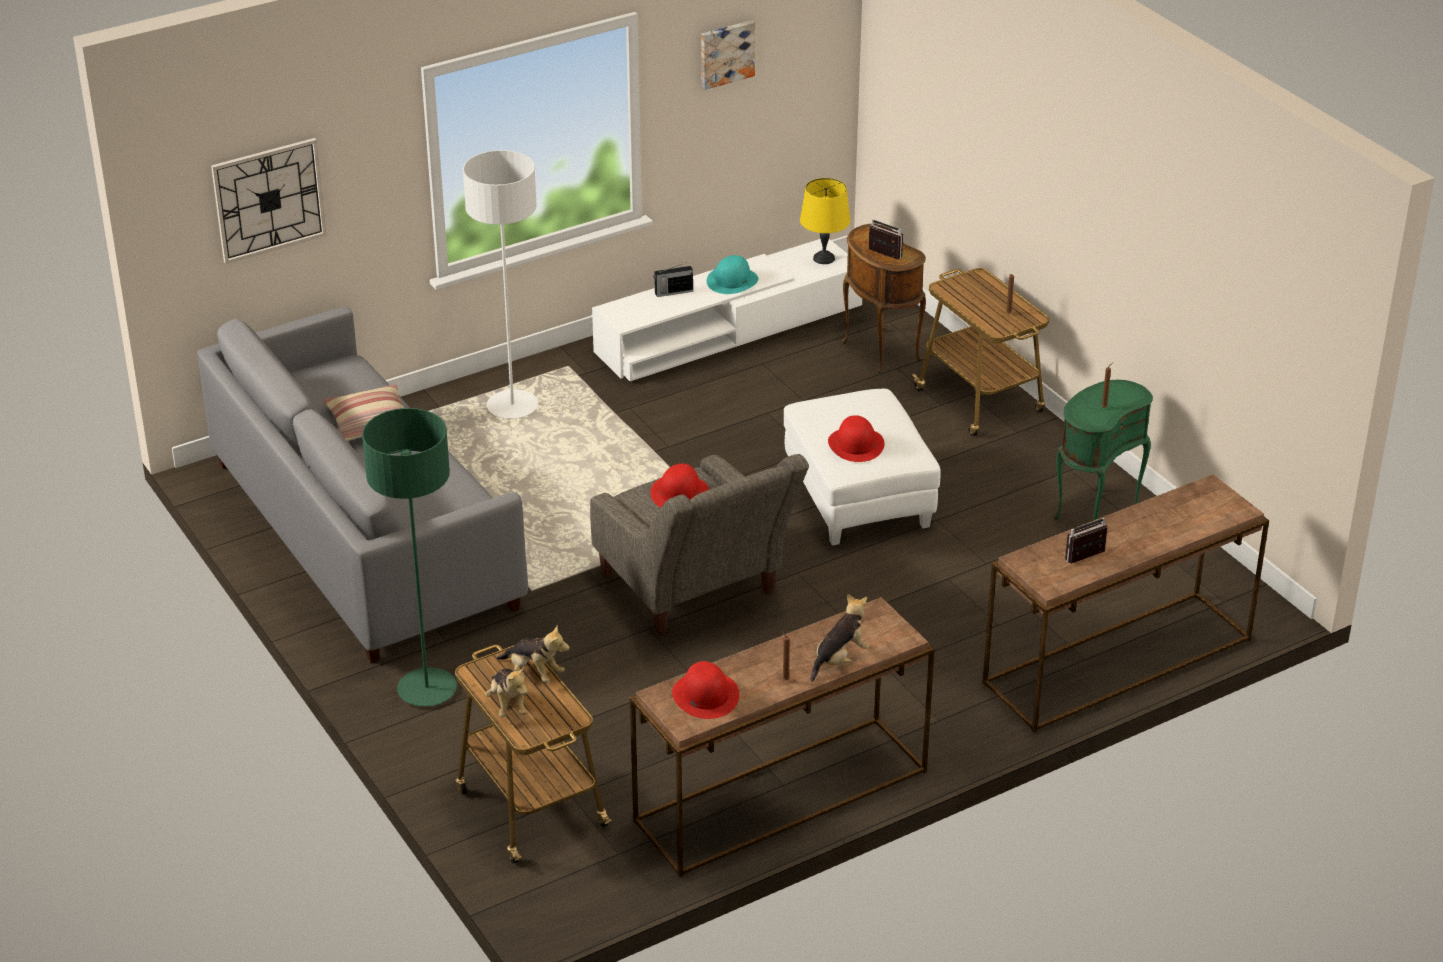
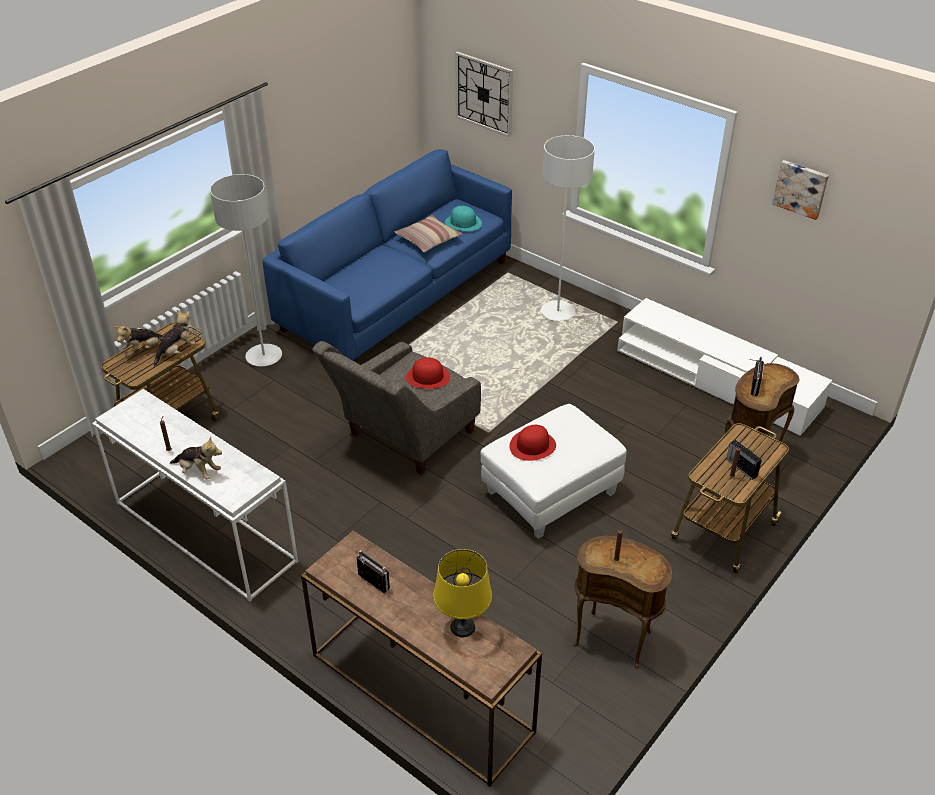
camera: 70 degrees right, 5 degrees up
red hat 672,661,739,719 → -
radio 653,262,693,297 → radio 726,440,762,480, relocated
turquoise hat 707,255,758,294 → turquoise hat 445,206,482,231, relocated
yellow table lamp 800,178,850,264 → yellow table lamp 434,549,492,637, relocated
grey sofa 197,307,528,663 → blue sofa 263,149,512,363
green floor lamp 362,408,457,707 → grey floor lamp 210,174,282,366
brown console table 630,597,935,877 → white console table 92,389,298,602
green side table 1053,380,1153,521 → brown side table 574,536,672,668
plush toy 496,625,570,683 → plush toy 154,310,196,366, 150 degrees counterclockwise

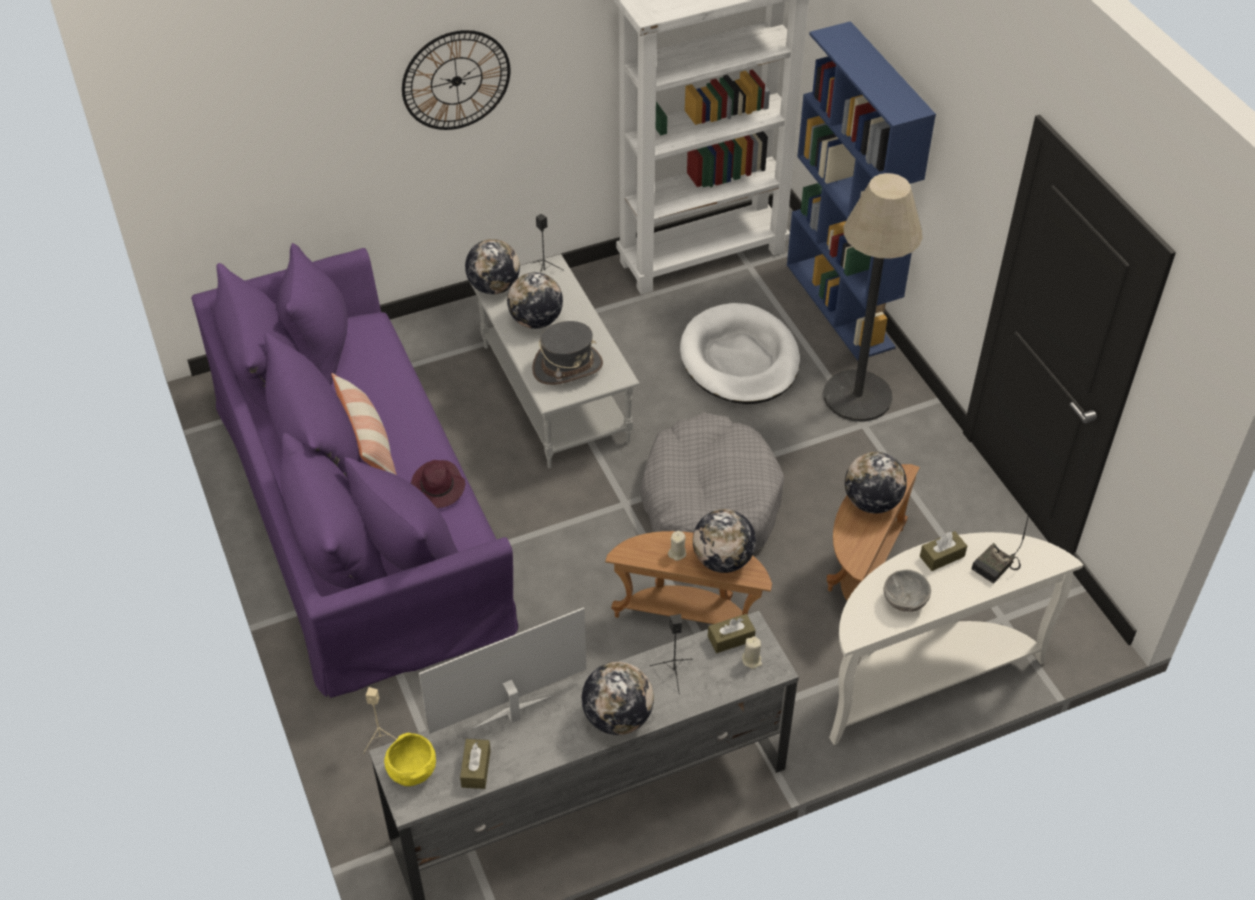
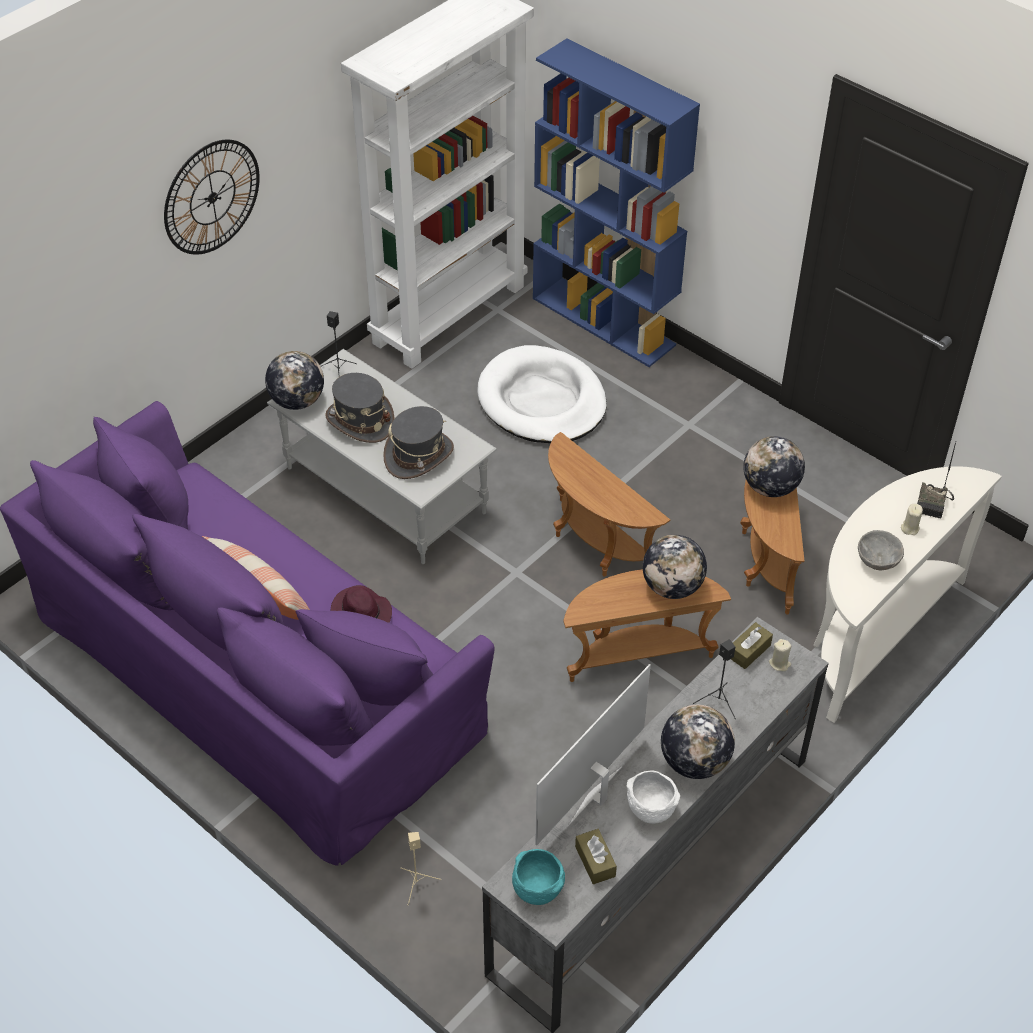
camera: 25 degrees left, 0 degrees up
floor lamp 824,173,923,422 → -
brown tissue box 920,531,967,571 → -
- → white bowl 626,770,680,824
beige candle 668,531,686,561 → beige candle 901,504,923,535, relocated
globe 507,272,563,329 → grey hat 325,373,395,443
grey dog bed 640,412,784,552 → brown side table 548,432,670,576
yellow bowl 384,733,436,786 → turquoise bowl 512,849,565,905

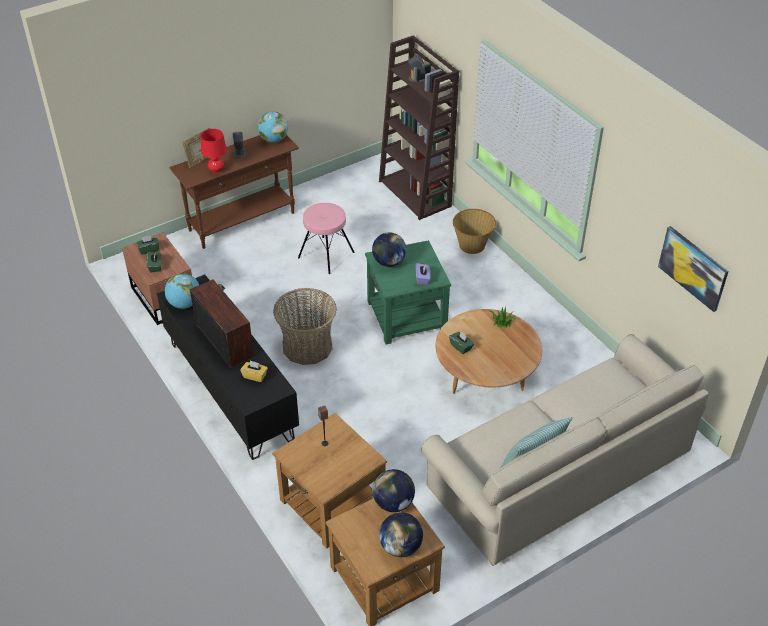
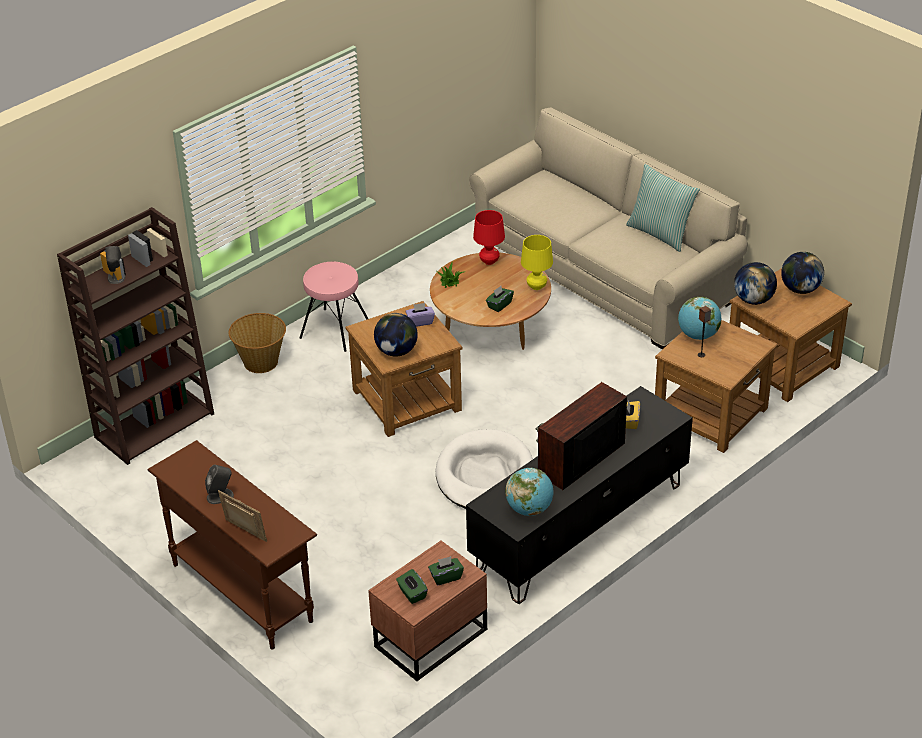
camera: 100 degrees left, 5 degrees down
picture 658,226,729,312 → -
- → yellow table lamp 521,235,553,290
red table lamp 201,129,227,173 → red table lamp 473,210,505,265, relocated
globe 258,111,288,143 → globe 678,297,721,340, relocated
pink stool 298,203,355,274 → pink stool 300,262,368,352, relocated
basket 273,288,337,365 → white dog bed 436,429,533,509
green side table 365,240,451,344 → brown side table 346,301,463,437

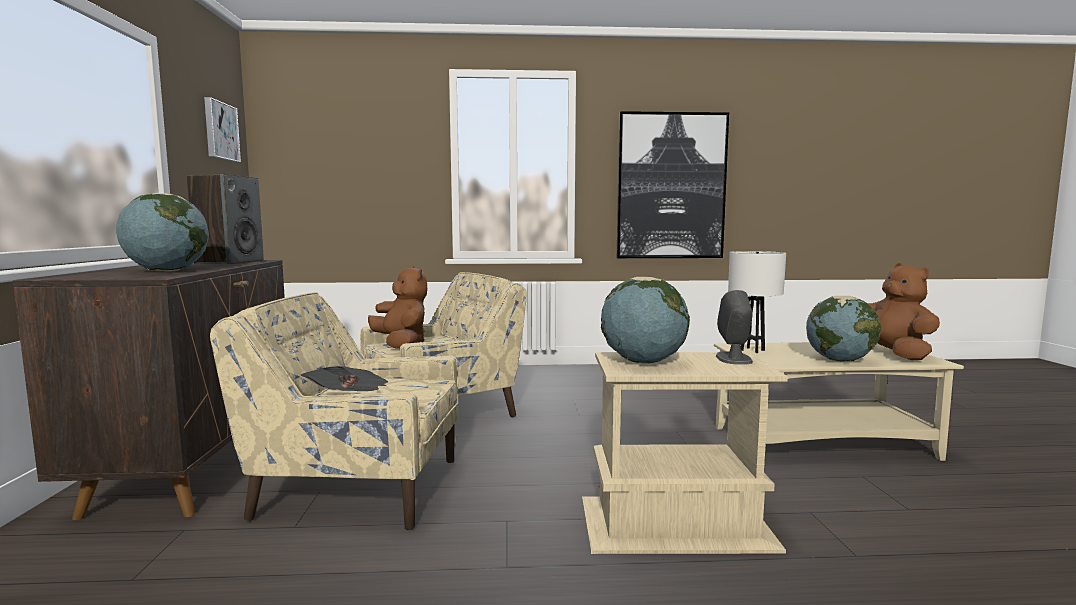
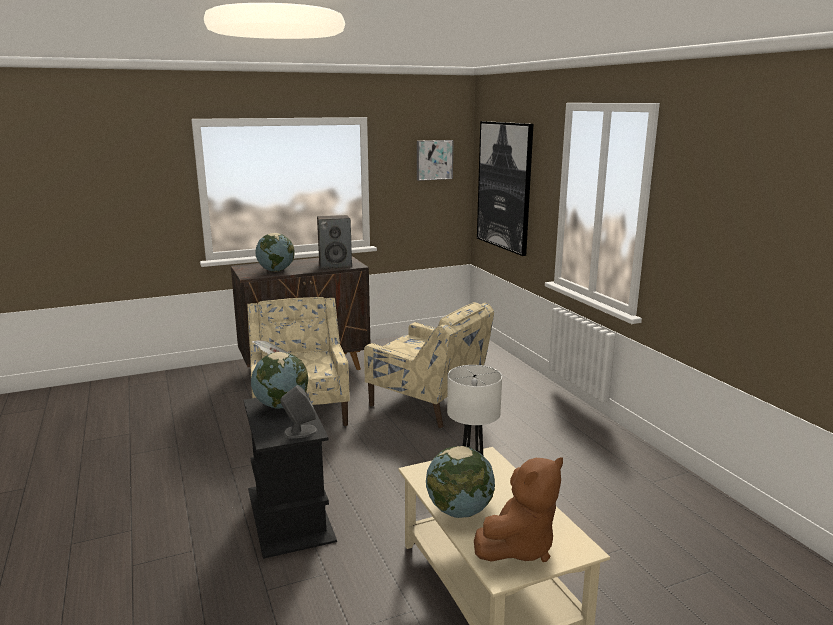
camera: 70 degrees right, 10 degrees up
brown plush toy 368,266,427,348 → -
picture 617,111,729,258 → picture 477,121,533,256, relocated
beige side table 582,352,788,554 → black side table 244,392,337,559

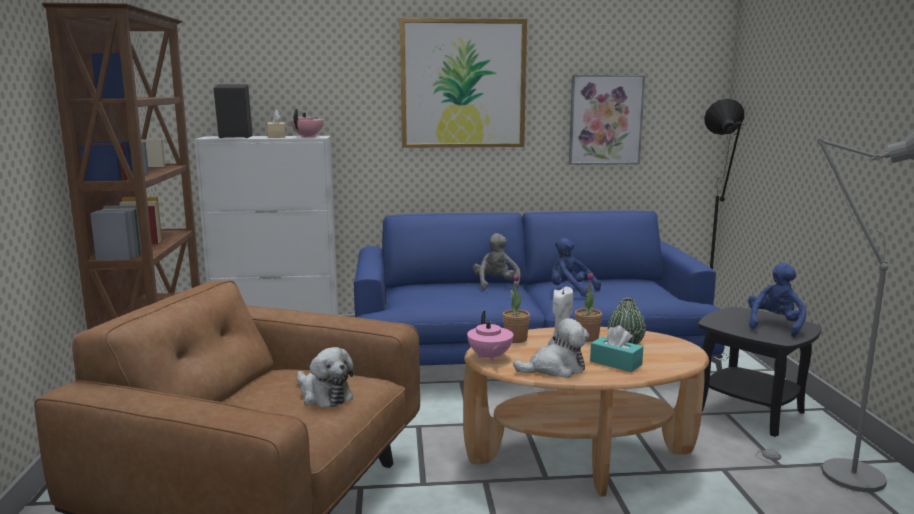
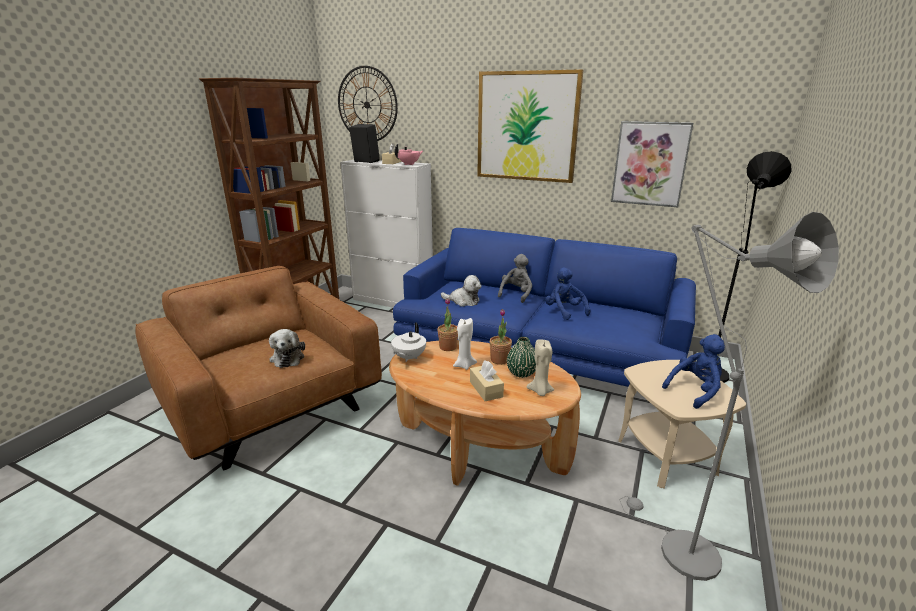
camera: 30 degrees right, 10 degrees up
- → wall clock 338,66,398,141
- → beige candle 527,339,554,396
plush toy 513,318,589,378 → plush toy 441,275,482,307, relocated
pink teapot 467,311,513,361 → white teapot 391,323,426,362
turquoise tissue box 590,325,643,372 → beige tissue box 470,360,504,401
black side table 698,307,821,437 → beige side table 618,360,746,489

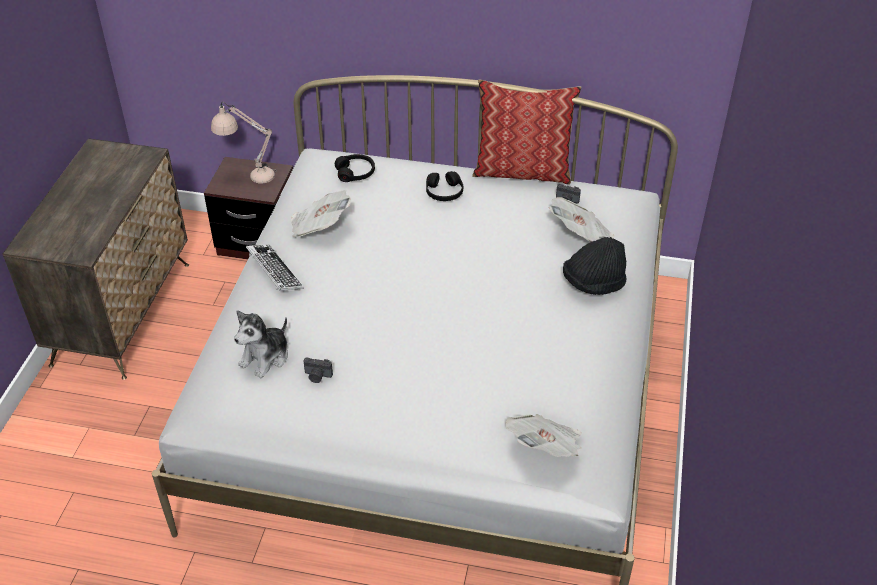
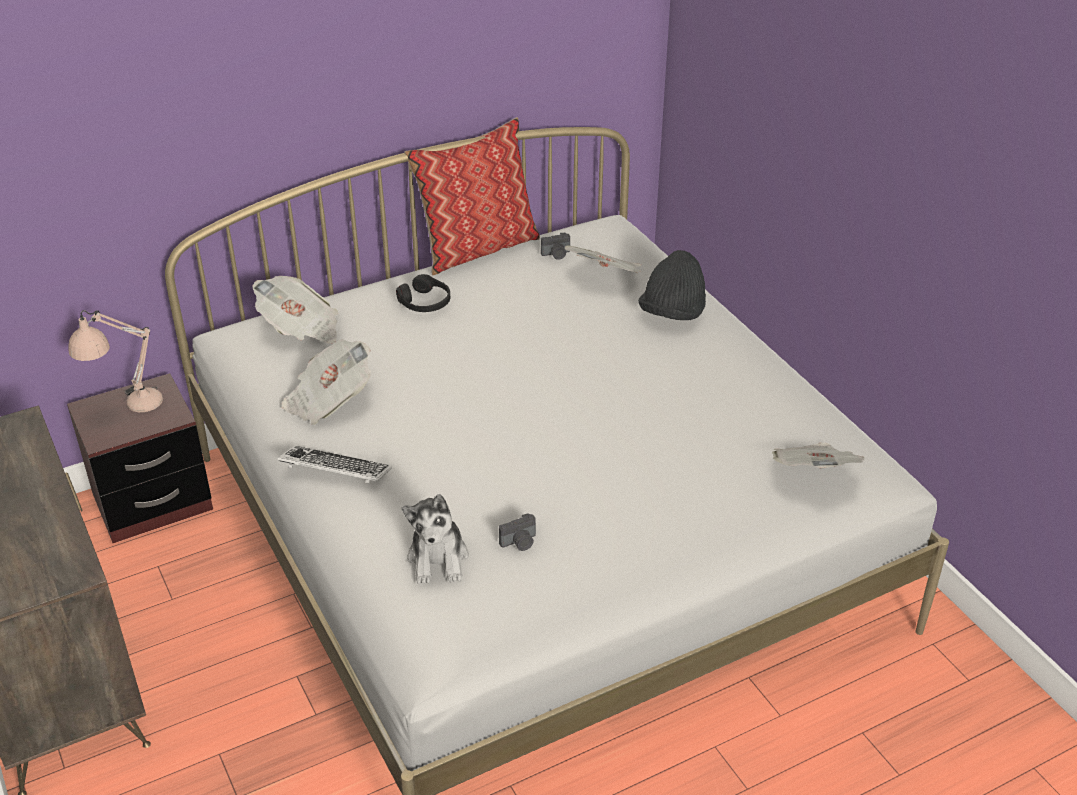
camera: 40 degrees left, 5 degrees down
black headphones 335,154,375,182 → newspaper 252,276,338,343

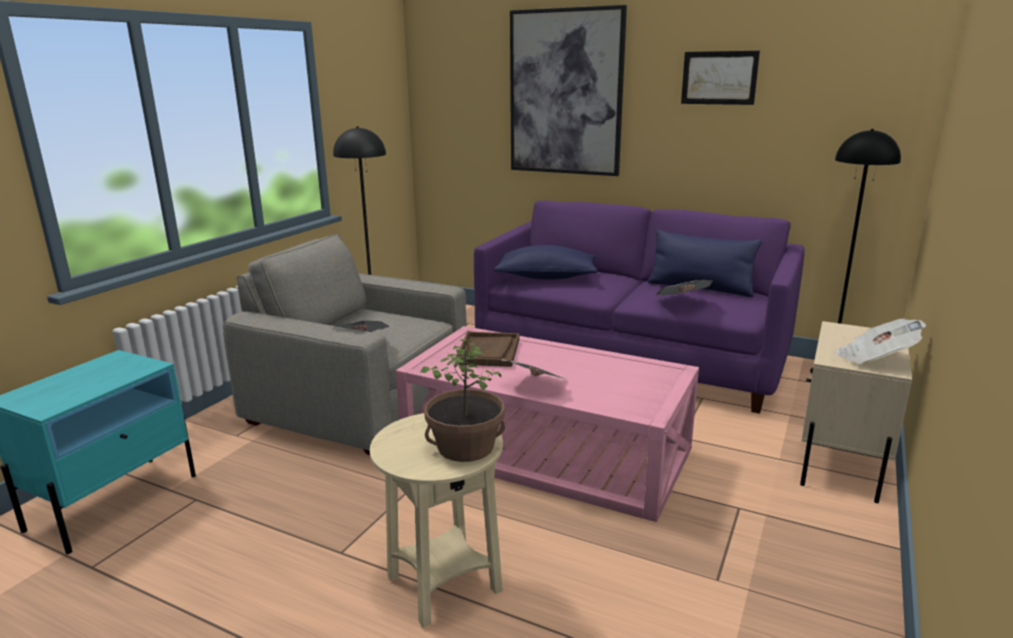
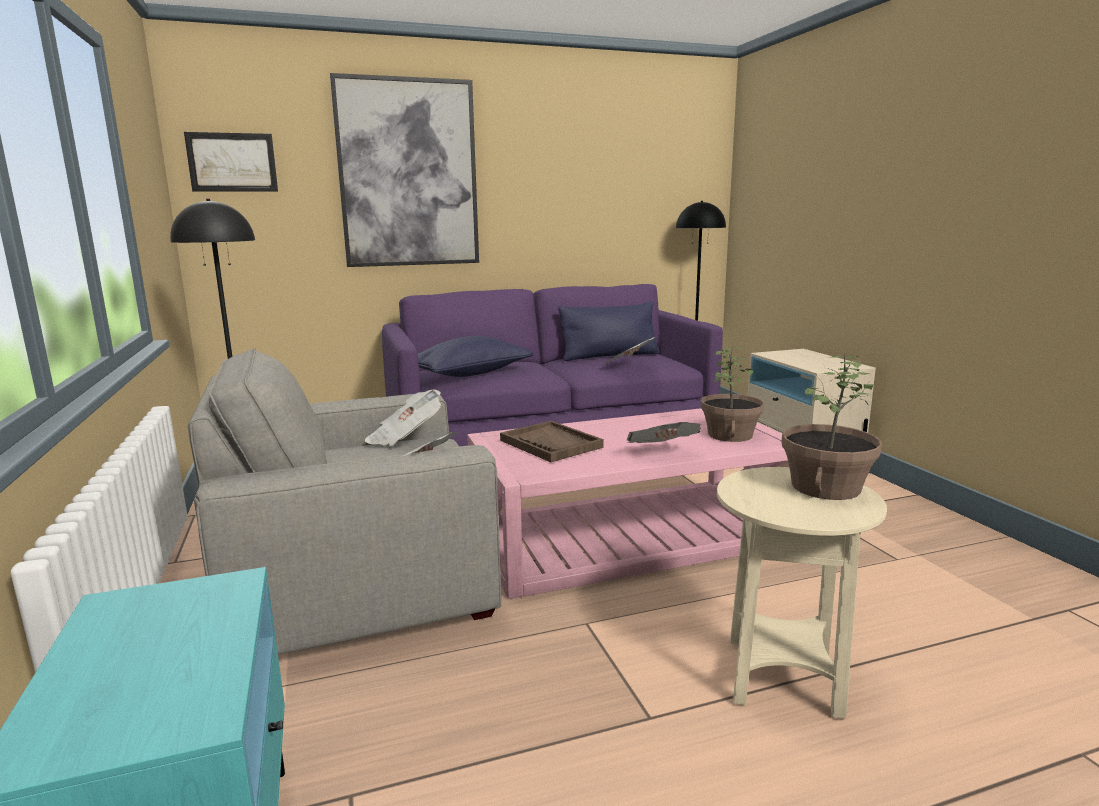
camera: 45 degrees left, 5 degrees down
- → potted plant 701,346,764,442
picture 681,51,760,105 → picture 184,132,278,192, relocated
newspaper 834,319,926,364 → newspaper 365,389,441,446, relocated

